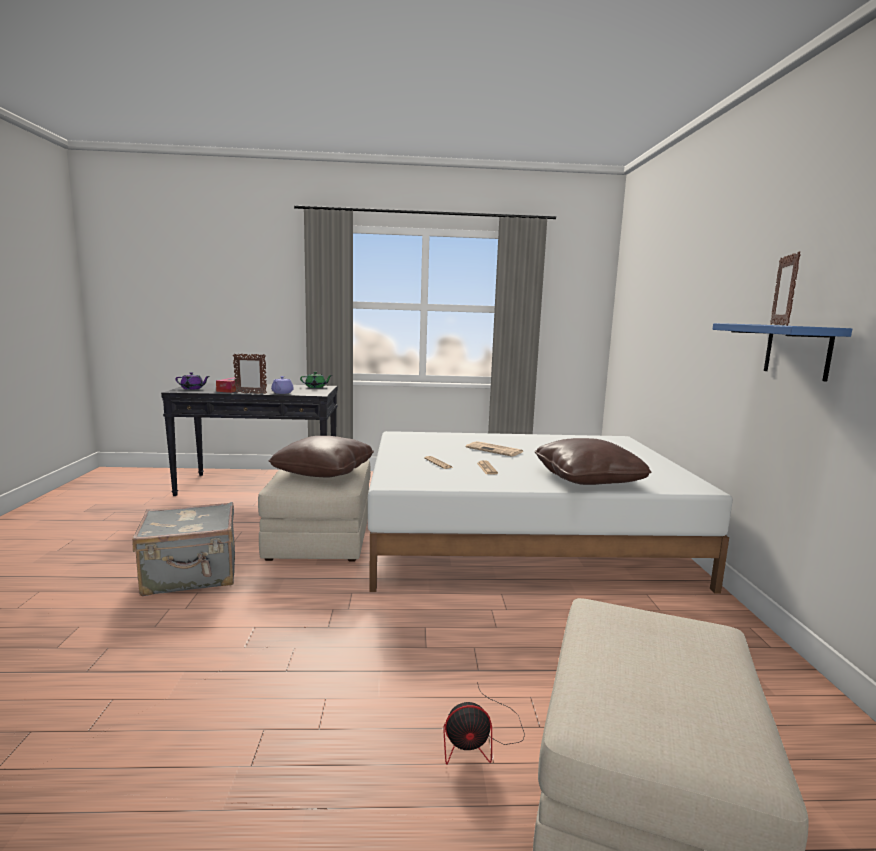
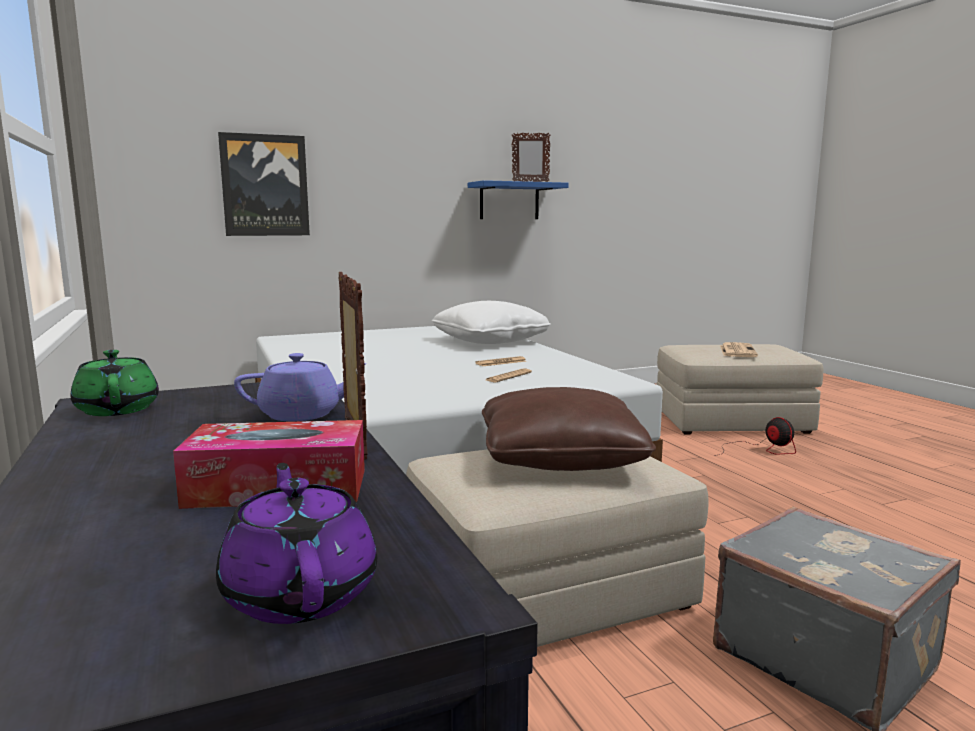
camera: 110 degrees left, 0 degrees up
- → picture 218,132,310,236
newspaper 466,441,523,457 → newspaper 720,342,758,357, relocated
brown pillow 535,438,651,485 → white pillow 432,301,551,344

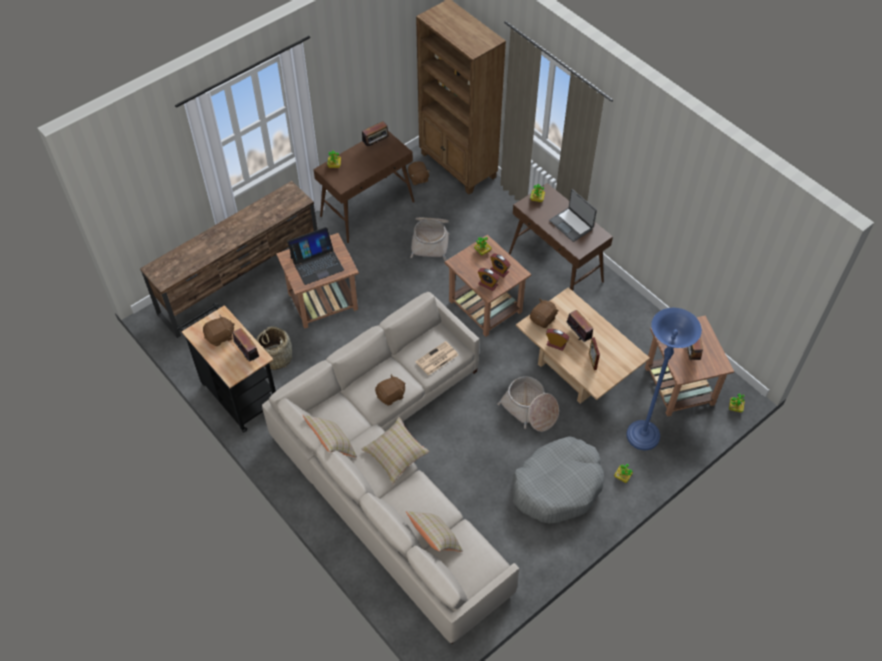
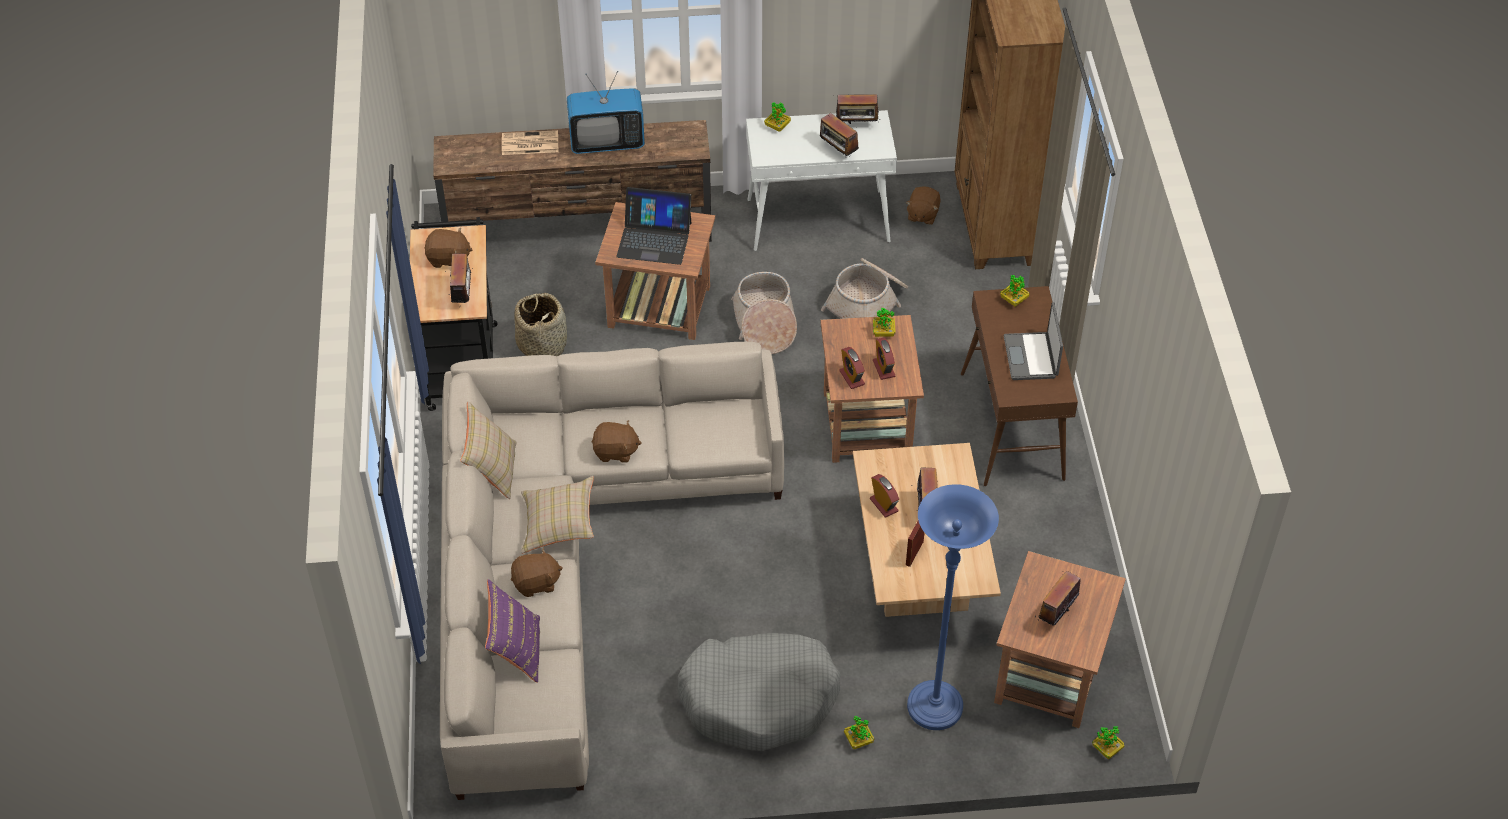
camera: 35 degrees right, 5 degrees down
- → television 567,71,645,154
- → radio 820,113,859,157
newspaper 415,341,458,376 → newspaper 502,130,558,155, relocated
basket 497,376,559,432 → basket 731,272,797,354, relocated
brown plush toy 530,299,559,328 → brown plush toy 511,548,563,597, relocated
brown console table 313,131,414,243 → white console table 746,110,897,251
beige pillow 406,511,463,552 → purple pillow 485,579,540,683

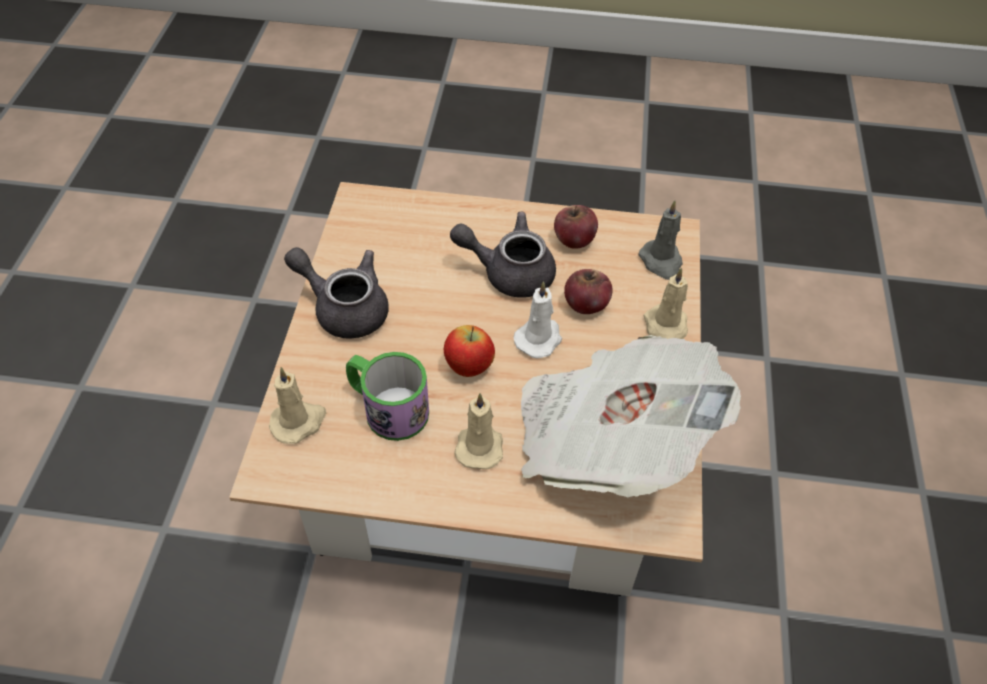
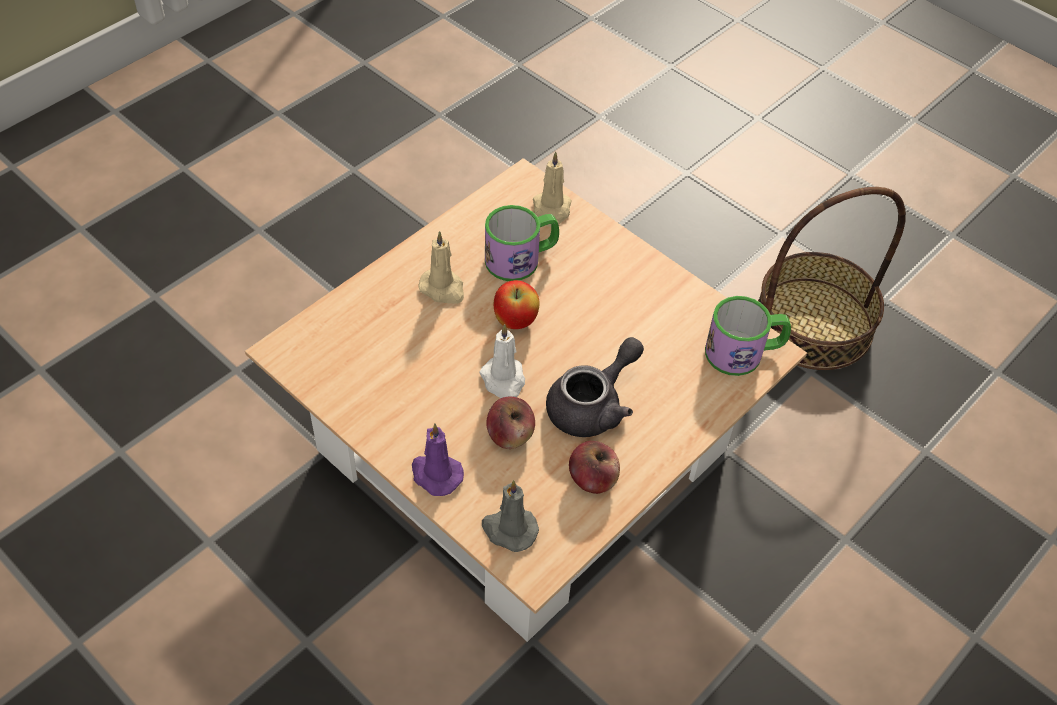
camera: 125 degrees right, 0 degrees up
grey teapot 284,247,389,338 → -
newspaper 521,335,741,497 → -
- → mug 705,296,791,376
- → basket 758,187,906,370
beige candle 644,267,688,339 → purple candle 412,423,464,496

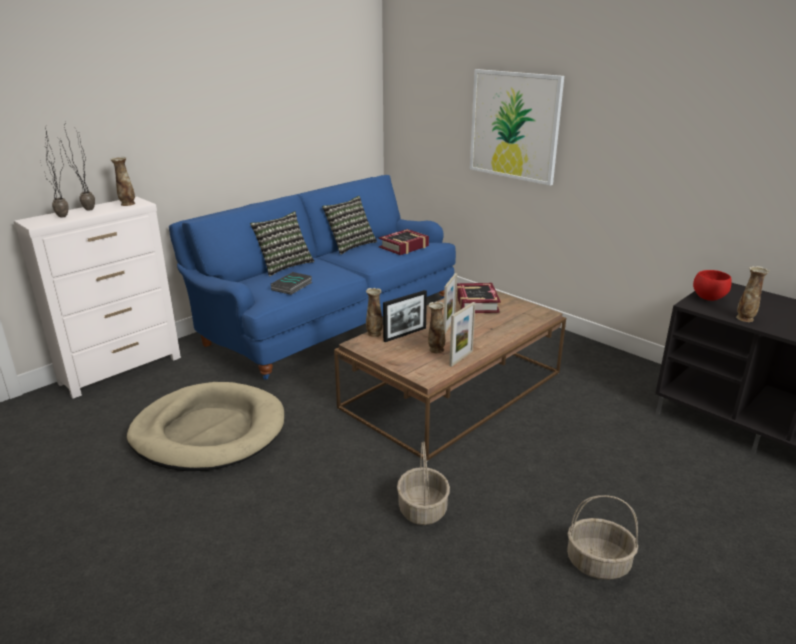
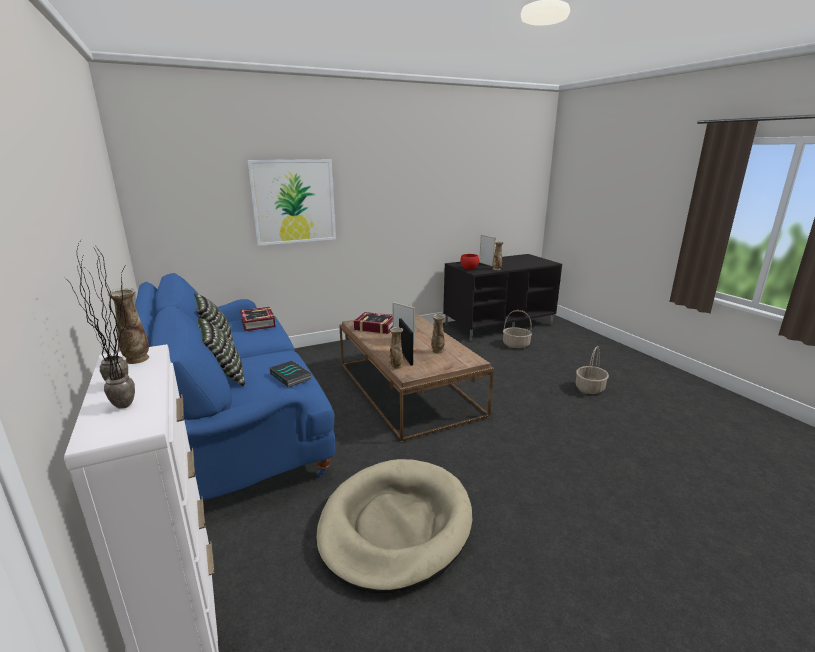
camera: 70 degrees left, 5 degrees down
basket 397,441,450,525 → basket 503,310,532,348, relocated
picture frame 449,302,475,367 → picture frame 479,235,496,266, relocated

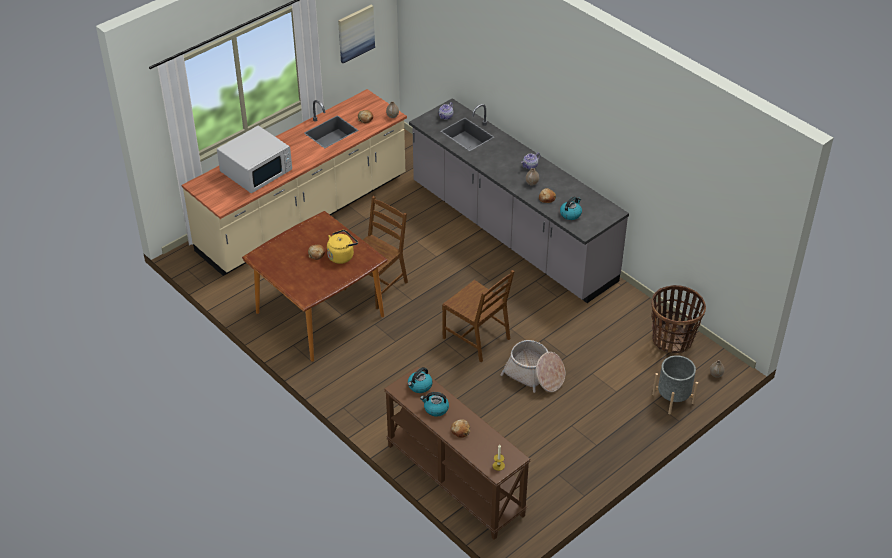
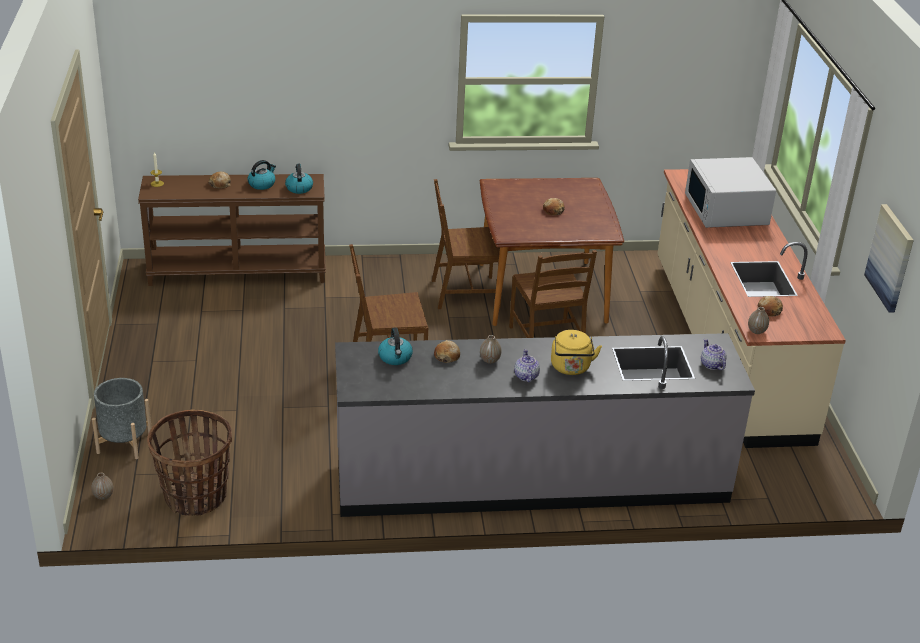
camera: 125 degrees right, 10 degrees down
basket 500,340,566,393 → -
- → brown chair 432,179,501,309
yellow kettle 327,230,358,264 → yellow kettle 551,330,602,375, relocated

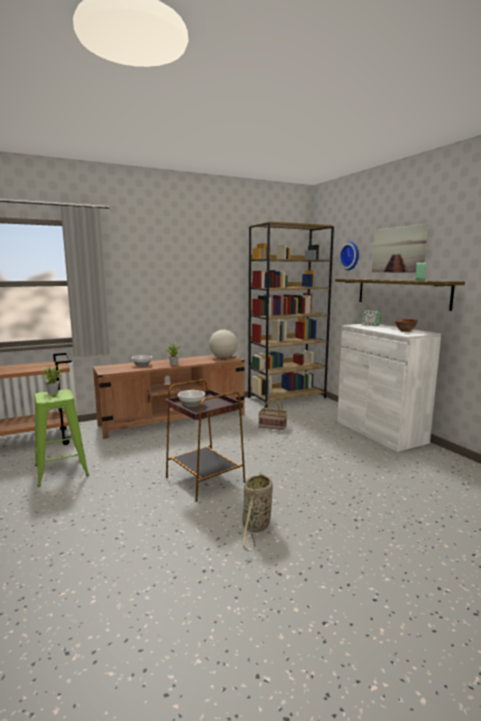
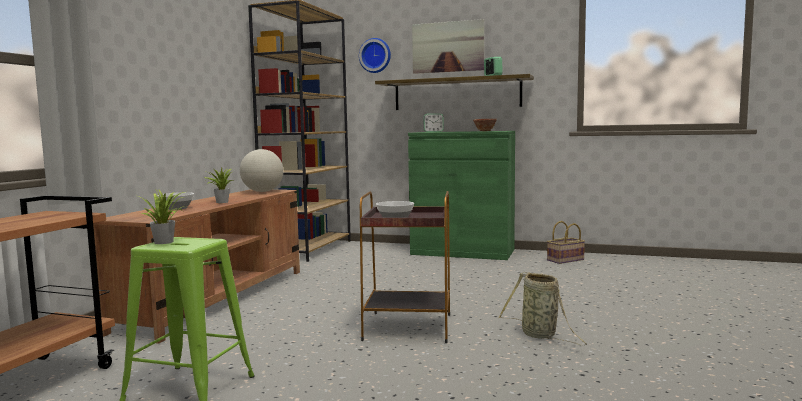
camera: 45 degrees left, 5 degrees down
basket 258,396,287,430 → basket 547,221,585,264, relocated
white cabinet 337,324,441,452 → green cabinet 408,131,515,260

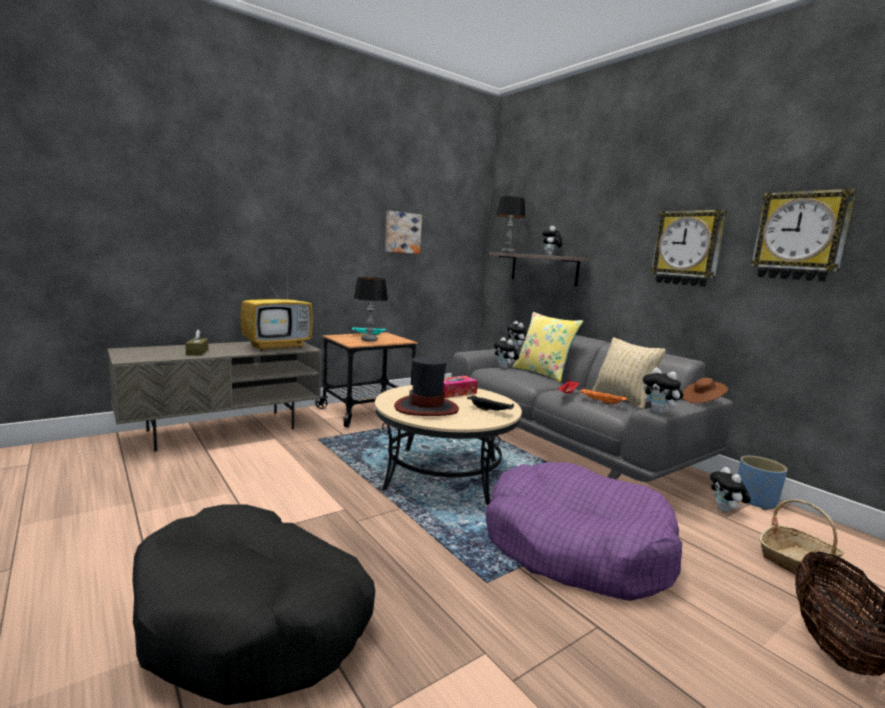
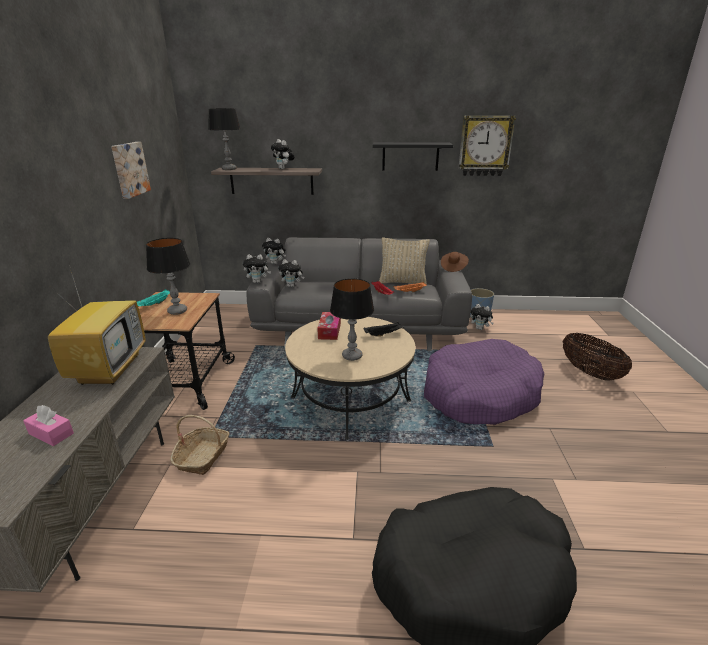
camera: 50 degrees left, 15 degrees up
yellow pillow 513,312,583,382 → -
plush toy 643,368,683,414 → plush toy 243,254,271,283, relocated
basket 759,499,844,575 → basket 170,415,230,475, relocated
hat 394,357,459,416 → table lamp 330,278,374,361
wall clock 650,209,727,287 → black shelf 373,142,453,171
brown tissue box 185,330,209,355 → pink tissue box 23,405,74,446

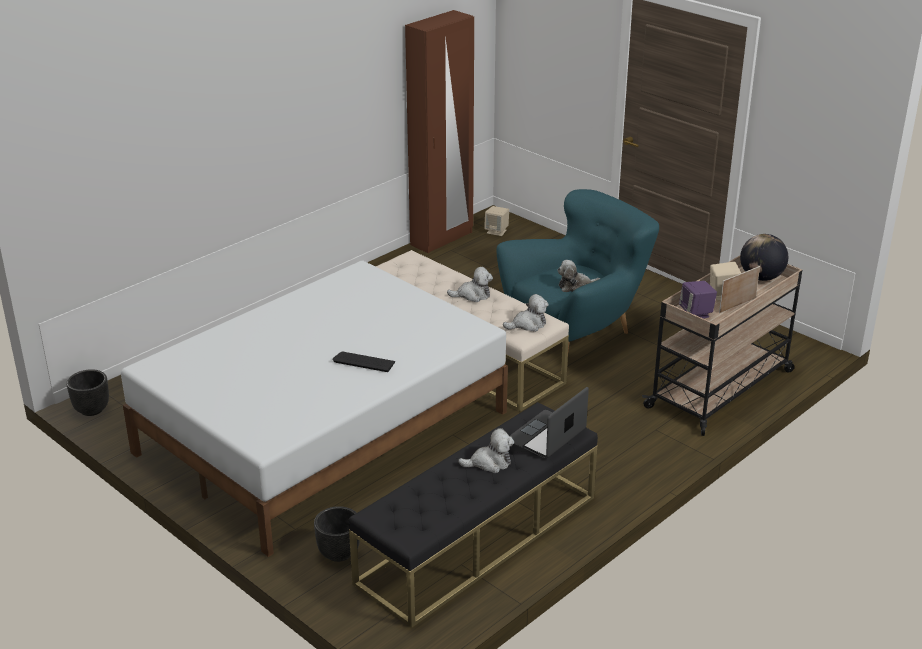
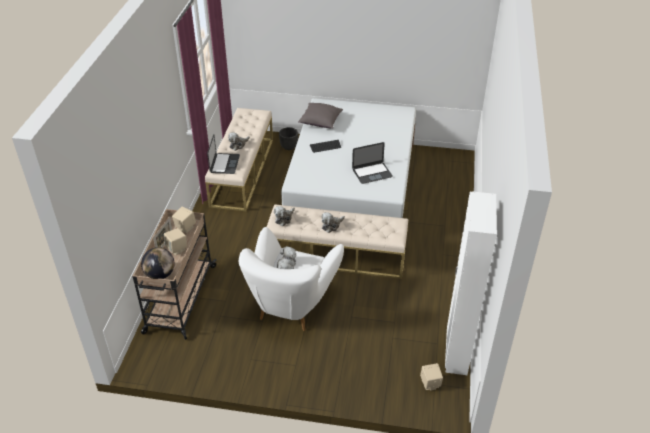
camera: 145 degrees right, 10 degrees up
black planter 67,369,109,416 → -
- → grey pillow 298,103,343,128
- → laptop 352,142,393,184
black bench 349,402,598,628 → beige bench 205,108,273,211
brown wardrobe 405,10,474,253 → white wardrobe 445,191,497,375
turquoise armchair 497,189,659,350 → white armchair 239,227,344,331
purple speaker 679,281,717,319 → beige speaker 172,206,196,233

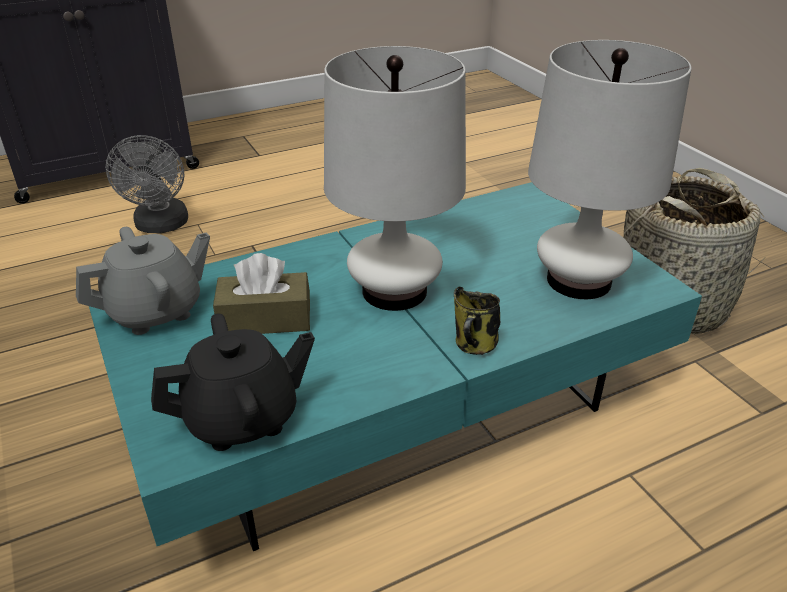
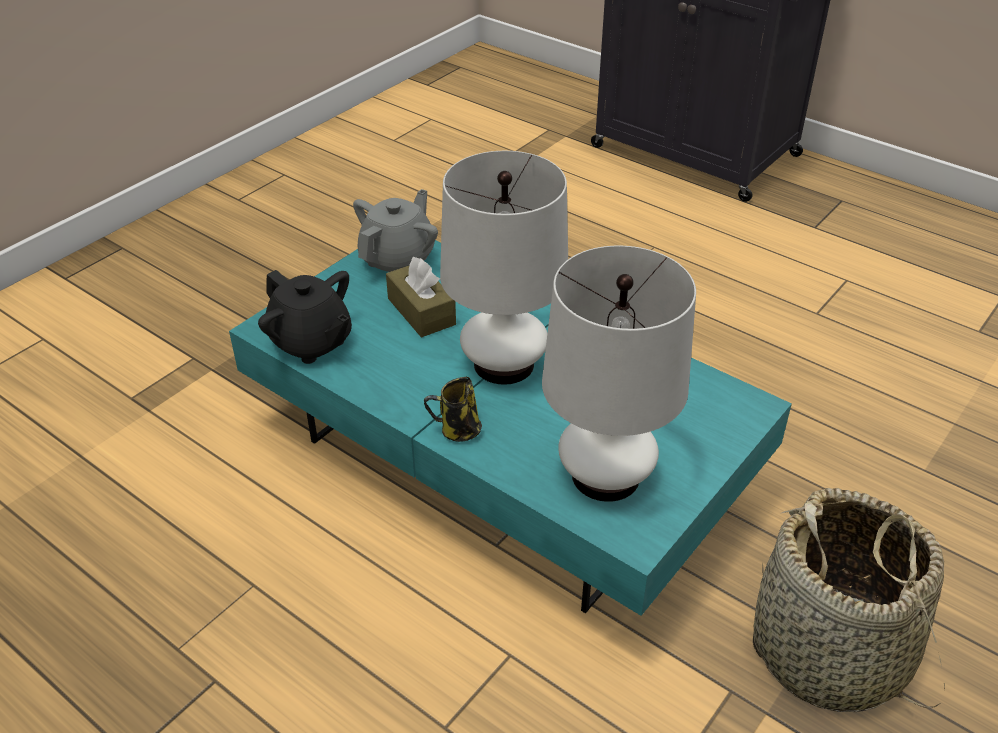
camera: 65 degrees right, 5 degrees up
grey fan 106,135,188,233 → -
grey teapot 76,227,210,335 → grey teapot 353,189,438,272, 90 degrees counterclockwise

